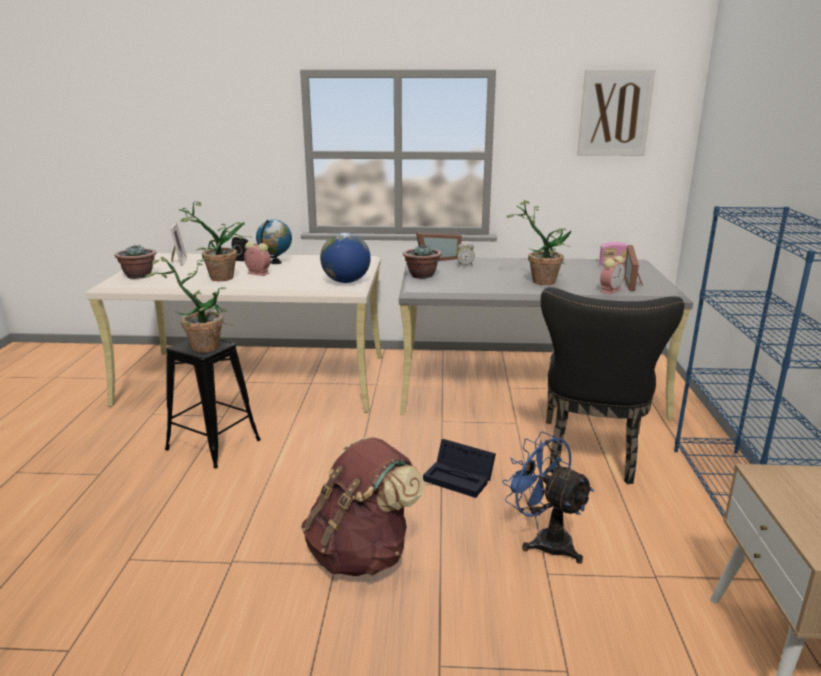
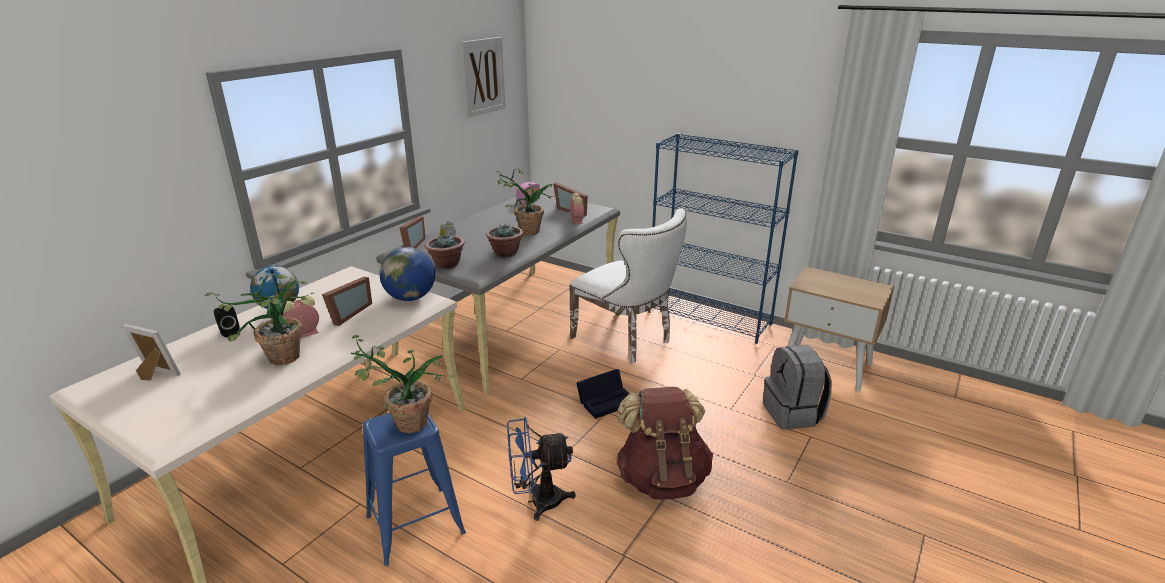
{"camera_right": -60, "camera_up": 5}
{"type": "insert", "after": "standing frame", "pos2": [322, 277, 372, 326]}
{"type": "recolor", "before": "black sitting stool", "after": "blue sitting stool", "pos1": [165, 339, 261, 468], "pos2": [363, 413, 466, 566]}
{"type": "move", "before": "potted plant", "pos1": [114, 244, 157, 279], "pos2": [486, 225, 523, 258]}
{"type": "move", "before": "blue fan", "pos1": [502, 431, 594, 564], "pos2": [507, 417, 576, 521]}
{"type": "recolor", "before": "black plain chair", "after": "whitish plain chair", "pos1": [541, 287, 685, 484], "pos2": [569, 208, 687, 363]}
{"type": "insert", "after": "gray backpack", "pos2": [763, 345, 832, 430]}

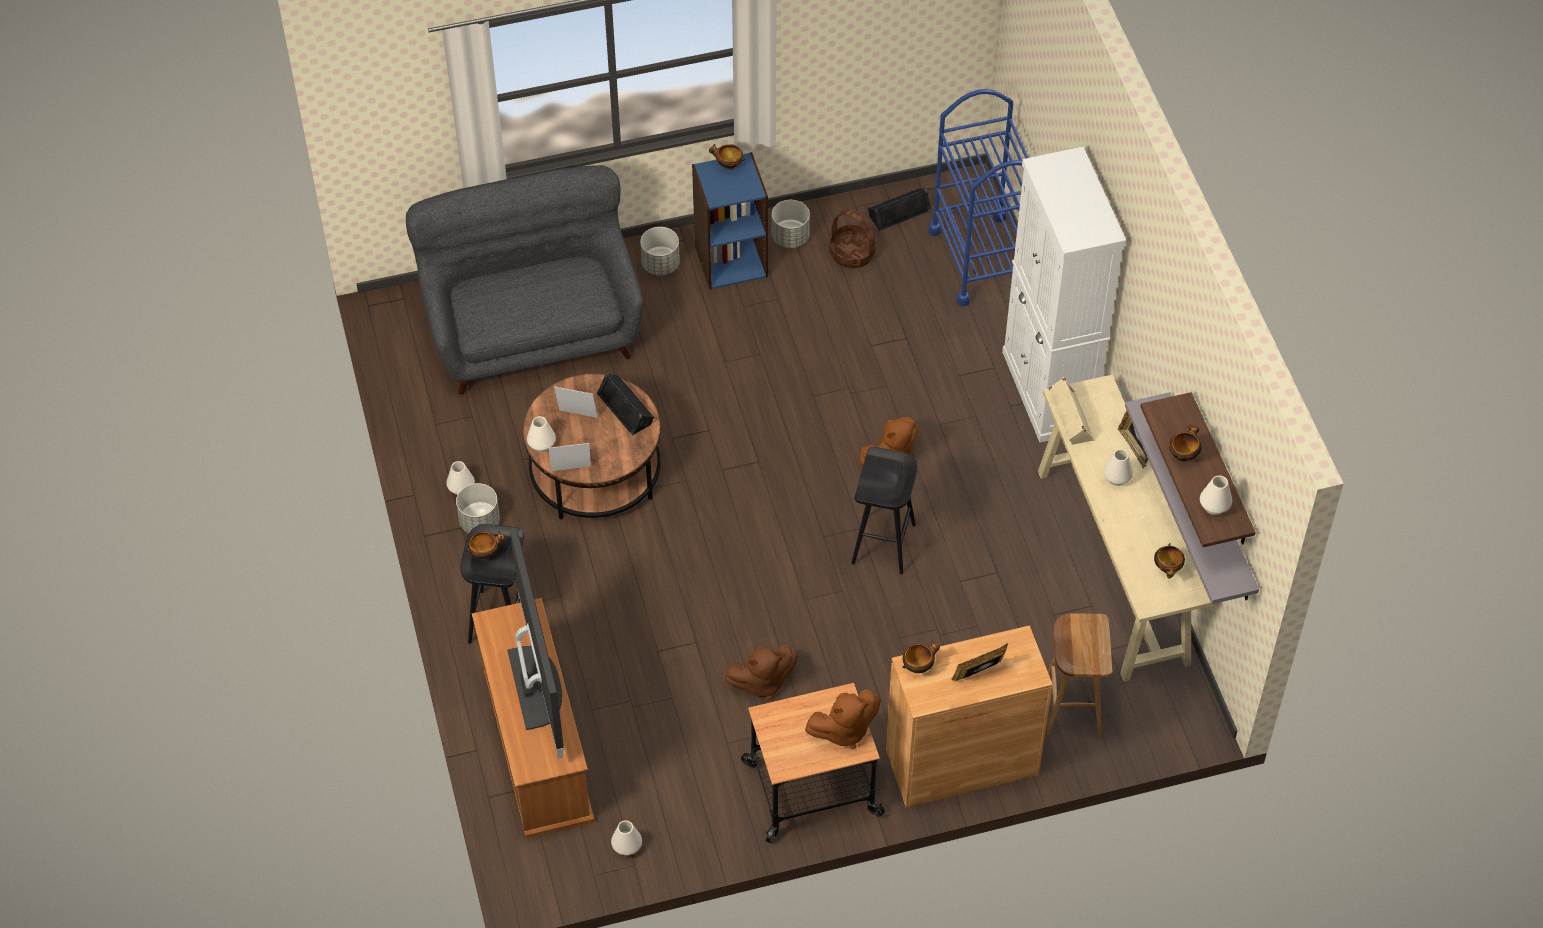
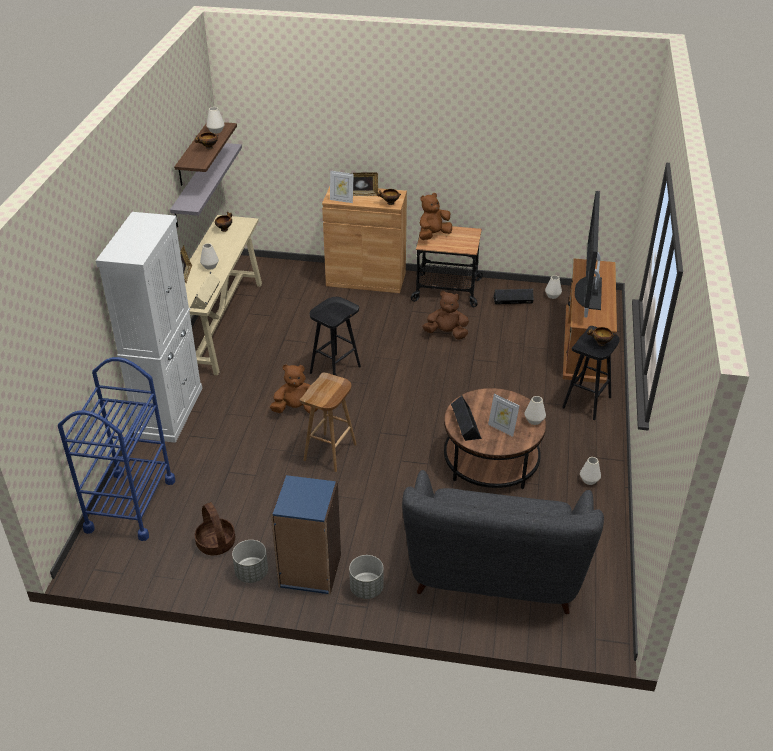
{"camera_right": -155, "camera_up": -15}
{"type": "move", "before": "brown-coloured sitting stool", "pos1": [1046, 613, 1113, 736], "pos2": [300, 372, 357, 472]}
{"type": "move", "before": "standing frame", "pos1": [549, 443, 591, 471], "pos2": [330, 171, 354, 203]}
{"type": "rotate", "before": "brown-coloured soft toy", "pos1": [805, 689, 881, 749], "pos2": [419, 193, 452, 240], "turn": -45}
{"type": "move", "before": "black audio speaker", "pos1": [868, 188, 932, 231], "pos2": [493, 289, 534, 304]}
{"type": "delete", "before": "gray flower pot", "pos1": [456, 483, 500, 533]}
{"type": "delete", "before": "deep dish", "pos1": [709, 144, 746, 170]}

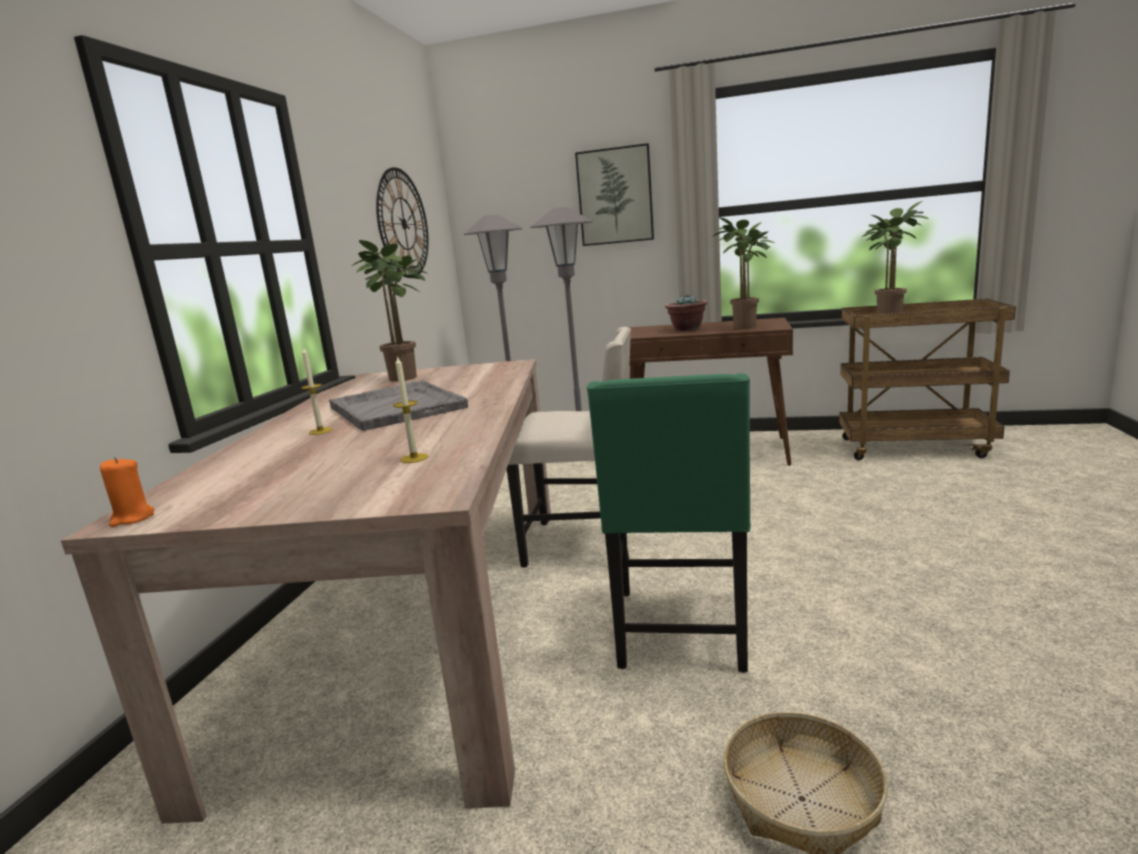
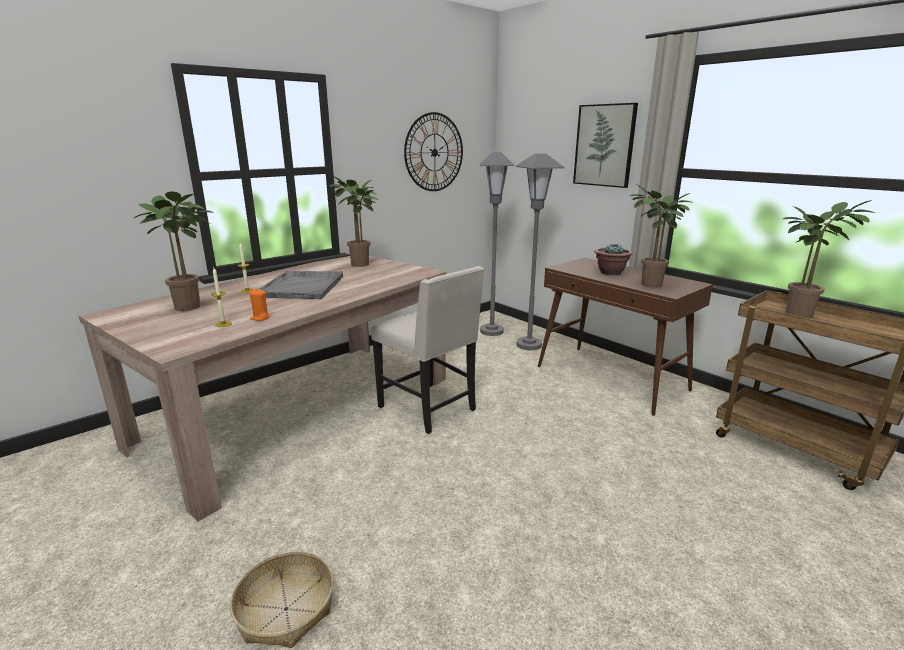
{"camera_right": 35, "camera_up": 5}
{"type": "insert", "after": "potted plant", "pos2": [134, 191, 212, 311]}
{"type": "move", "before": "orange-coloured wax light", "pos1": [100, 457, 154, 527], "pos2": [250, 289, 271, 321]}
{"type": "delete", "before": "greenish plain chair", "pos1": [586, 373, 751, 673]}

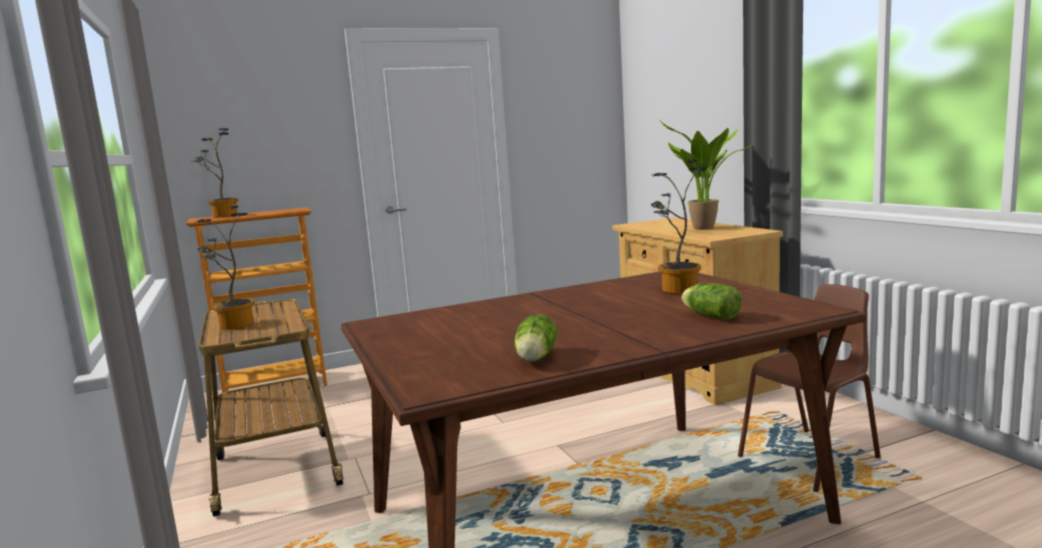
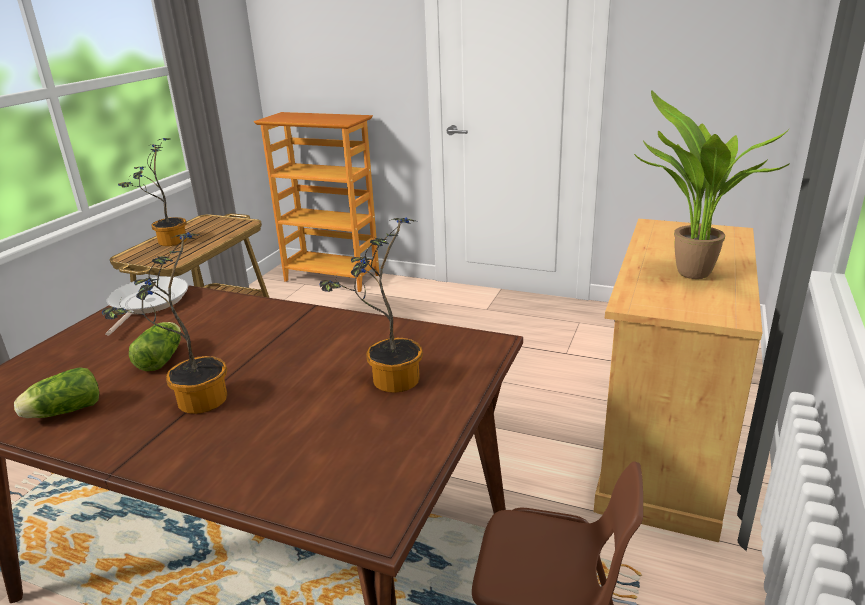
{"camera_right": 45, "camera_up": 15}
{"type": "move", "before": "potted plant", "pos1": [191, 128, 238, 218], "pos2": [102, 233, 228, 414]}
{"type": "insert", "after": "skillet", "pos2": [105, 276, 188, 335]}
{"type": "move", "before": "head of lettuce", "pos1": [682, 283, 742, 320], "pos2": [129, 322, 181, 371]}

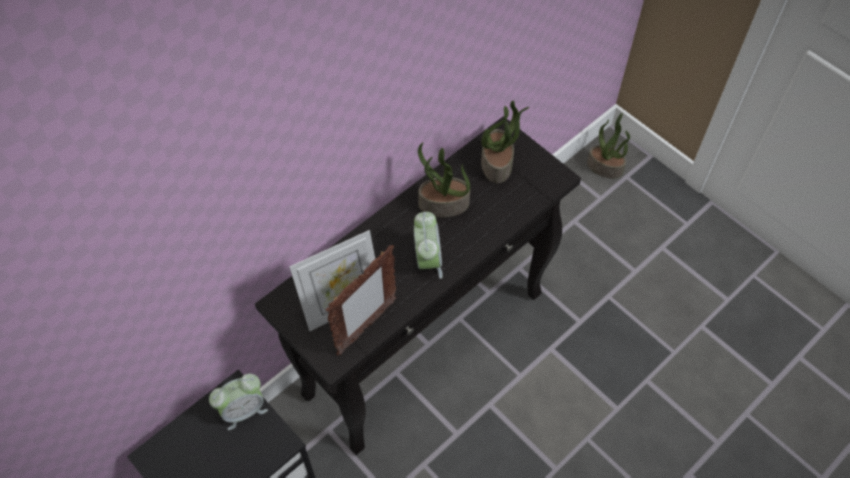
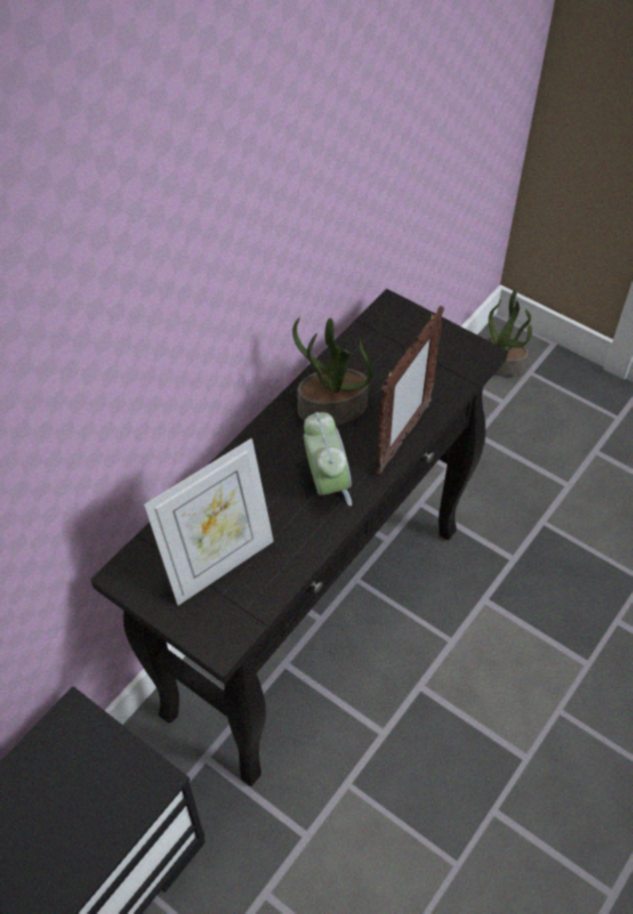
{"camera_right": -10, "camera_up": -5}
{"type": "move", "before": "standing frame", "pos1": [326, 245, 397, 355], "pos2": [376, 306, 444, 475]}
{"type": "delete", "before": "bedside clock", "pos1": [209, 374, 268, 430]}
{"type": "delete", "before": "potted plant", "pos1": [481, 101, 530, 183]}

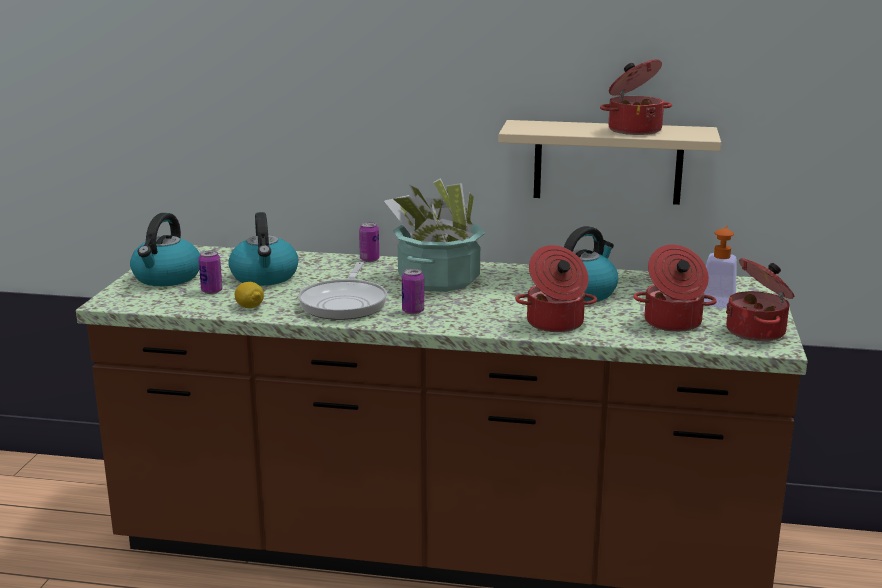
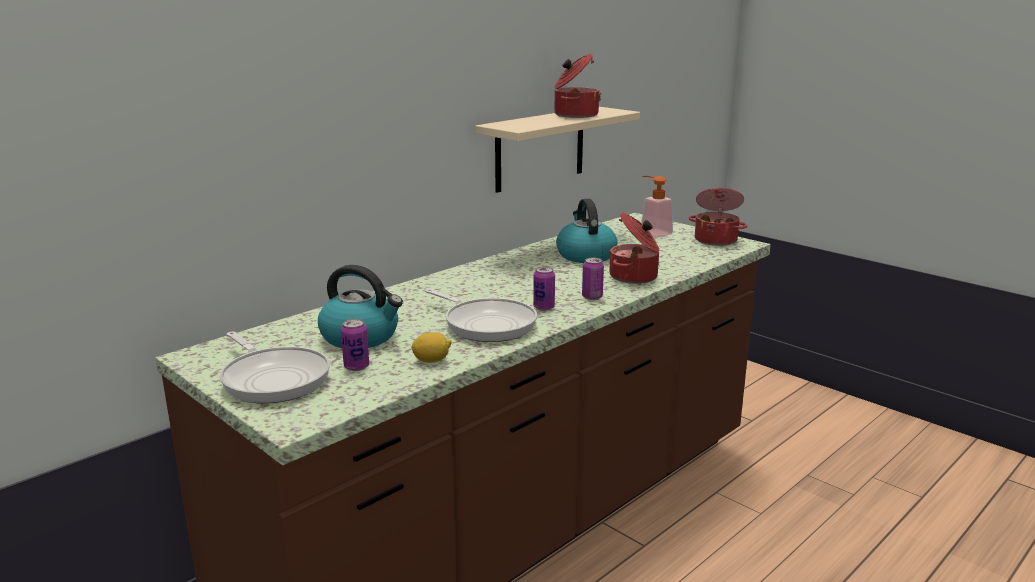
{"camera_right": -55, "camera_up": 0}
{"type": "replace", "before": "kettle", "after": "skillet", "pos1": [130, 213, 200, 286], "pos2": [220, 331, 330, 403]}
{"type": "move", "before": "sealed can", "pos1": [359, 222, 379, 262], "pos2": [582, 258, 604, 300]}
{"type": "delete", "before": "potted plant", "pos1": [384, 178, 485, 292]}
{"type": "delete", "before": "saucepot", "pos1": [634, 244, 717, 332]}

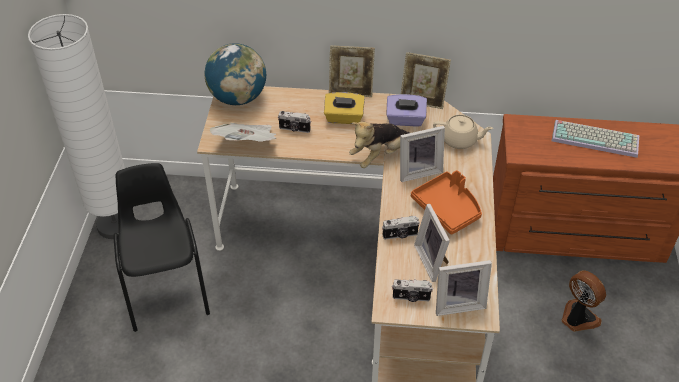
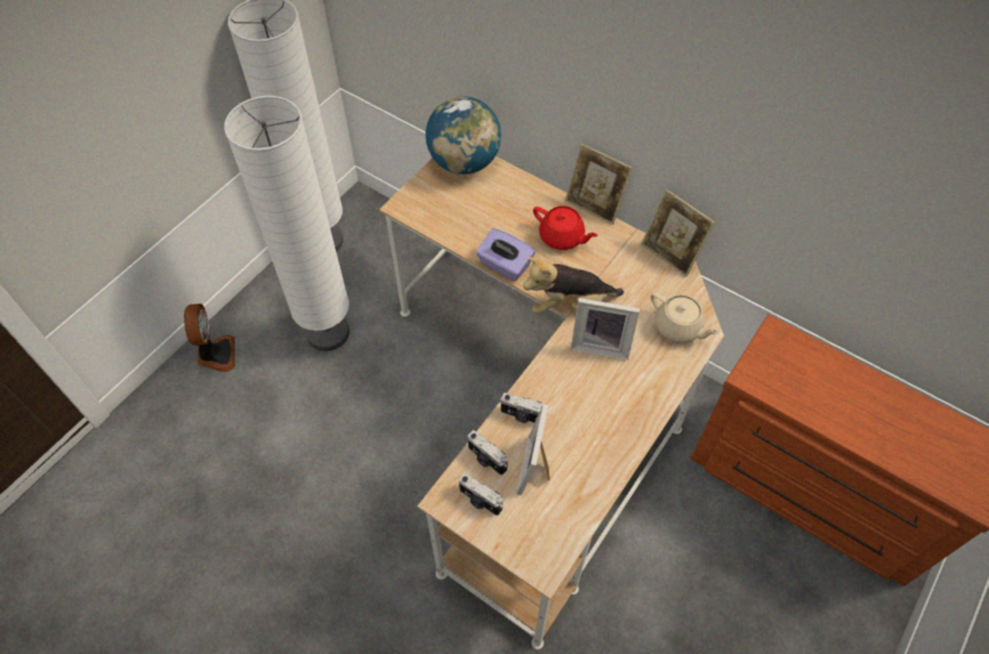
{"camera_right": 30, "camera_up": 10}
{"type": "move", "before": "fan", "pos1": [561, 270, 606, 332], "pos2": [184, 304, 235, 372]}
{"type": "replace", "before": "black plain chair", "after": "whitish standard lamp", "pos1": [114, 163, 210, 332], "pos2": [224, 96, 350, 351]}
{"type": "move", "before": "still camera", "pos1": [278, 111, 311, 133], "pos2": [468, 430, 508, 475]}
{"type": "move", "before": "purple-coloured box of tissues", "pos1": [386, 94, 427, 126], "pos2": [476, 228, 535, 281]}
{"type": "replace", "before": "yellowish box of tissues", "after": "red tea pot", "pos1": [324, 92, 365, 124], "pos2": [533, 206, 598, 250]}
{"type": "delete", "before": "printed paper", "pos1": [210, 123, 277, 142]}
{"type": "delete", "before": "orange-coloured tray", "pos1": [411, 170, 482, 235]}
{"type": "delete", "before": "standing frame", "pos1": [436, 260, 492, 316]}
{"type": "delete", "before": "computer keyboard", "pos1": [552, 120, 639, 158]}

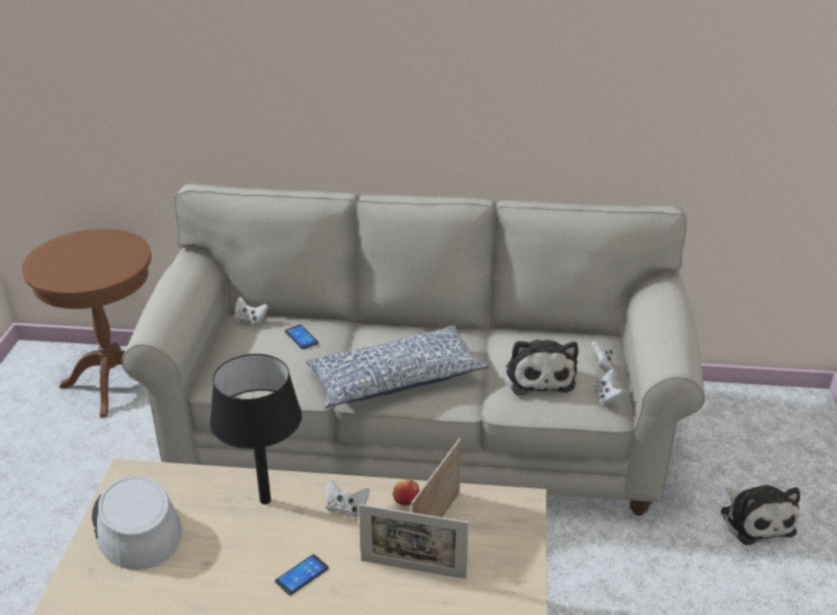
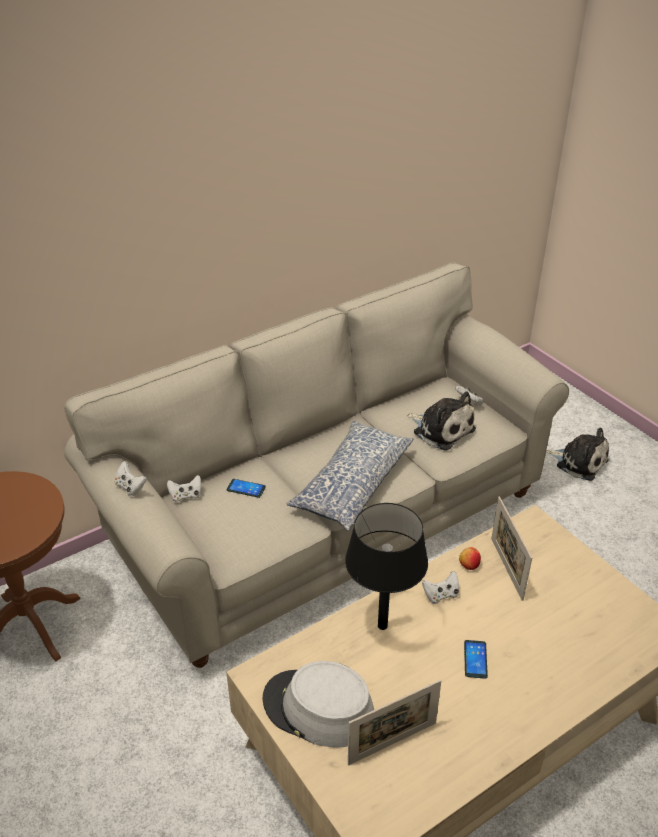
{"camera_right": -40, "camera_up": 5}
{"type": "move", "before": "whitish gamepad", "pos1": [594, 369, 624, 405], "pos2": [114, 461, 147, 496]}
{"type": "move", "before": "standing frame", "pos1": [359, 504, 469, 579], "pos2": [348, 680, 441, 765]}

